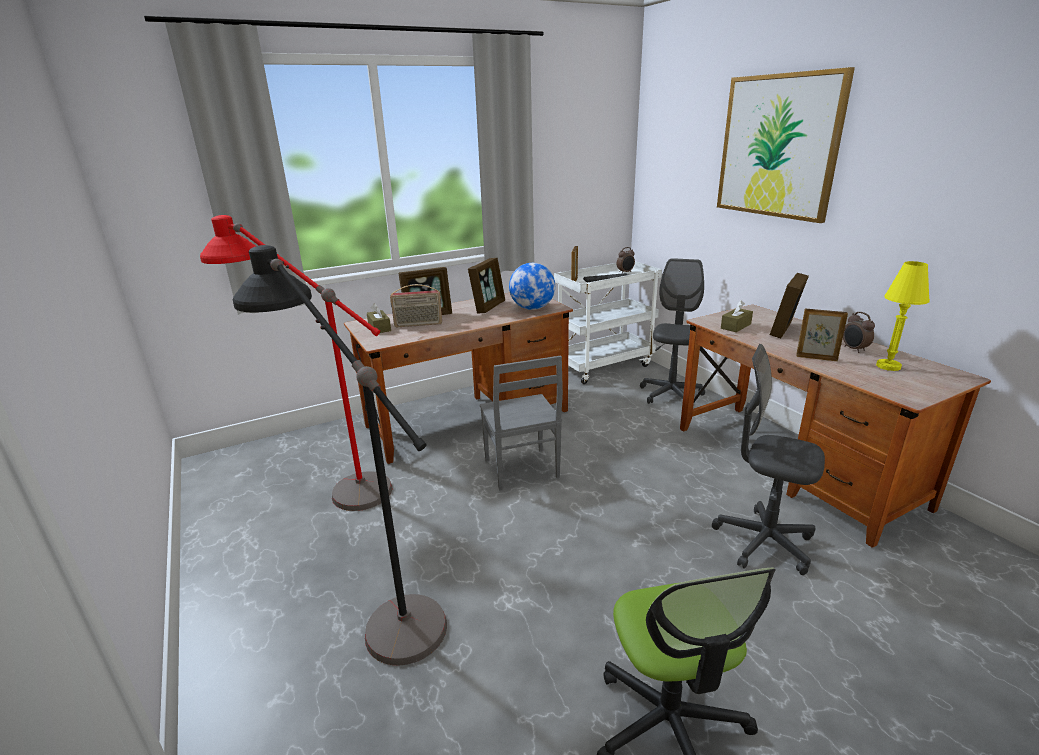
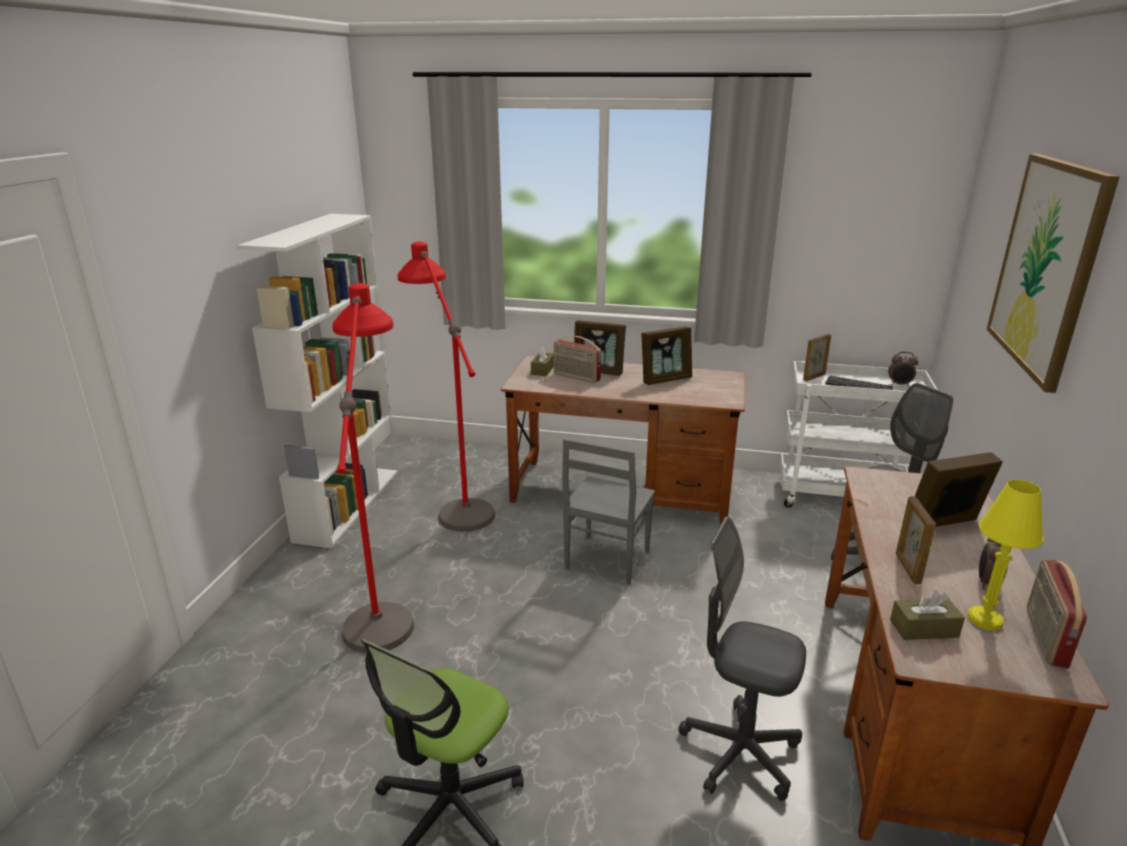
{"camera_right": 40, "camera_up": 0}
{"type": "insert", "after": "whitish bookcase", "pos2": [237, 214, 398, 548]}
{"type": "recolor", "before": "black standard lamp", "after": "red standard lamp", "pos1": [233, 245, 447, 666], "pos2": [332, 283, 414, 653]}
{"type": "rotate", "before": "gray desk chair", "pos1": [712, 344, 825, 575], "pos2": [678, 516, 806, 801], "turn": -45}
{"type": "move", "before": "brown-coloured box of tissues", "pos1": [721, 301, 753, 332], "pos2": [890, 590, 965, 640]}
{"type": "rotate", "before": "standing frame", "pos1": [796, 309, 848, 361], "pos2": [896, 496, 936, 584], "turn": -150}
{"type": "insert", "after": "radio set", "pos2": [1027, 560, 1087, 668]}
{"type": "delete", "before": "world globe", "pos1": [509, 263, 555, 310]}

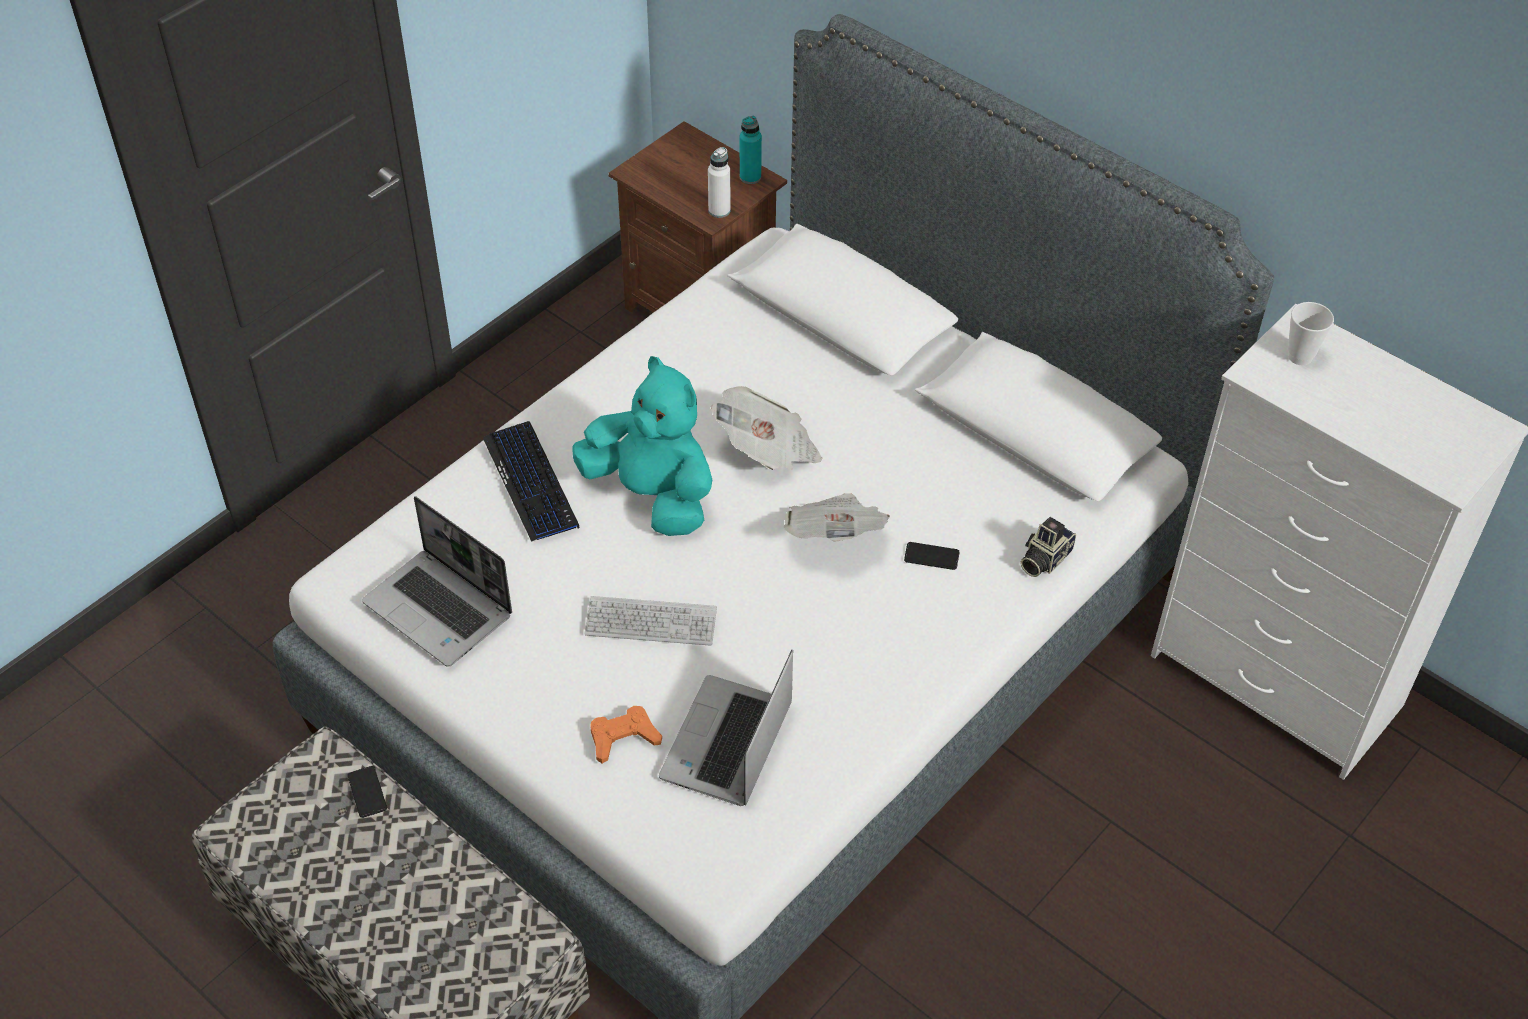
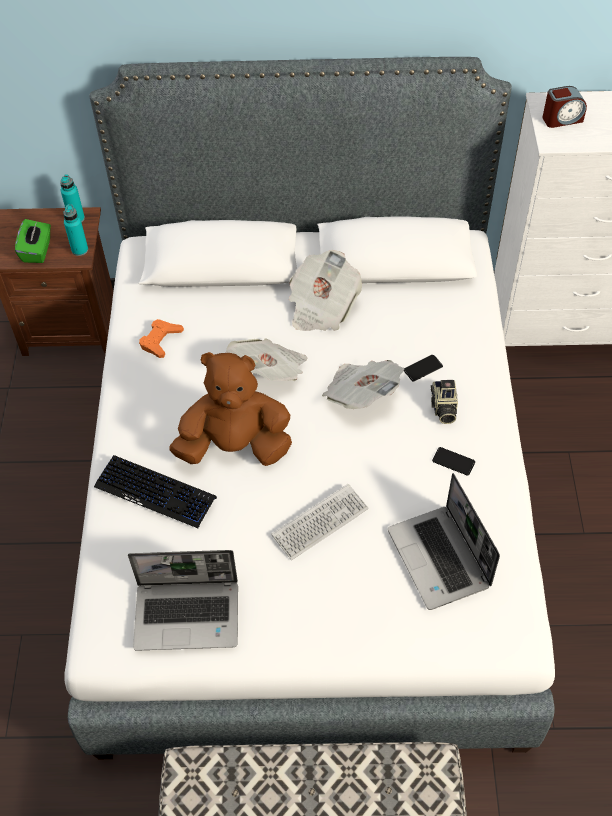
{"camera_right": -40, "camera_up": 5}
{"type": "insert", "after": "greenish box of tissues", "pos2": [15, 219, 51, 263]}
{"type": "recolor", "before": "whitish drink bottle", "after": "turquoise drink bottle", "pos1": [708, 147, 731, 218], "pos2": [63, 204, 88, 256]}
{"type": "move", "before": "orange-coloured gamepad", "pos1": [590, 706, 662, 763], "pos2": [139, 319, 184, 358]}
{"type": "recolor", "before": "turquoise soft toy", "after": "brown-coloured soft toy", "pos1": [572, 356, 712, 536], "pos2": [170, 352, 292, 466]}
{"type": "insert", "after": "printed paper", "pos2": [289, 250, 362, 331]}
{"type": "move", "before": "still camera", "pos1": [1021, 517, 1076, 577], "pos2": [431, 380, 458, 424]}
{"type": "move", "before": "phone", "pos1": [347, 766, 387, 818], "pos2": [432, 447, 475, 476]}
{"type": "replace", "before": "cup", "after": "bedside clock", "pos1": [1288, 302, 1334, 365], "pos2": [543, 86, 587, 128]}

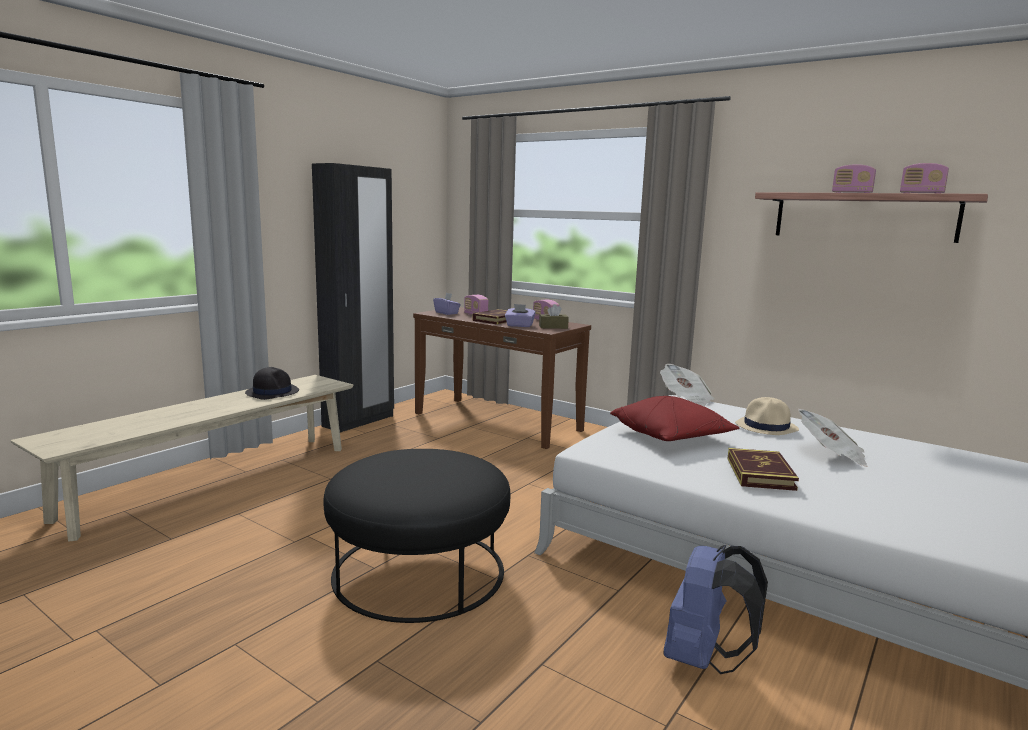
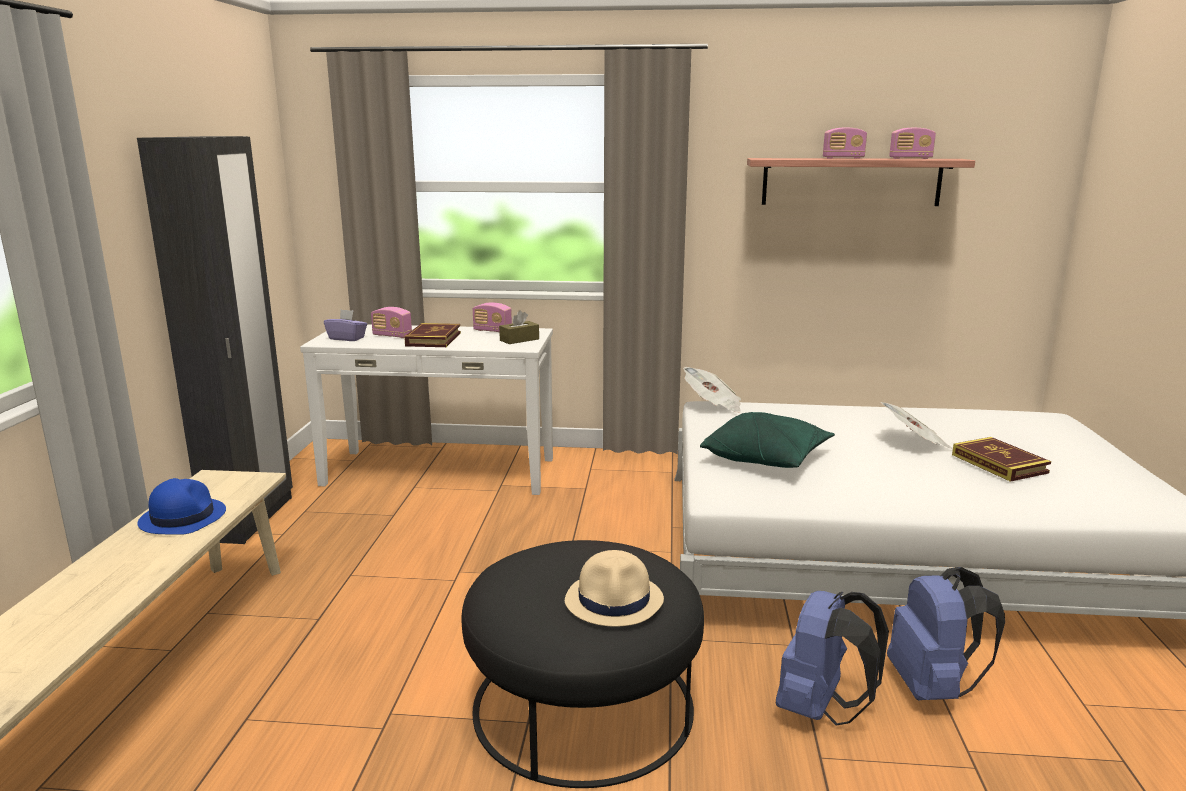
{"camera_right": -30, "camera_up": 5}
{"type": "recolor", "before": "black wearable hat", "after": "blue wearable hat", "pos1": [245, 367, 299, 400], "pos2": [137, 478, 226, 535]}
{"type": "recolor", "before": "brown-coloured console table", "after": "whitish console table", "pos1": [413, 307, 591, 449], "pos2": [300, 324, 553, 495]}
{"type": "move", "before": "beige wearable hat", "pos1": [735, 397, 799, 435], "pos2": [565, 550, 664, 626]}
{"type": "recolor", "before": "red throw pillow", "after": "greenish throw pillow", "pos1": [610, 396, 739, 441], "pos2": [700, 412, 835, 468]}
{"type": "insert", "after": "blue backpack", "pos2": [776, 591, 889, 725]}
{"type": "move", "before": "volume", "pos1": [727, 448, 799, 491], "pos2": [952, 437, 1051, 482]}
{"type": "delete", "before": "purple-coloured box of tissues", "pos1": [505, 304, 536, 327]}

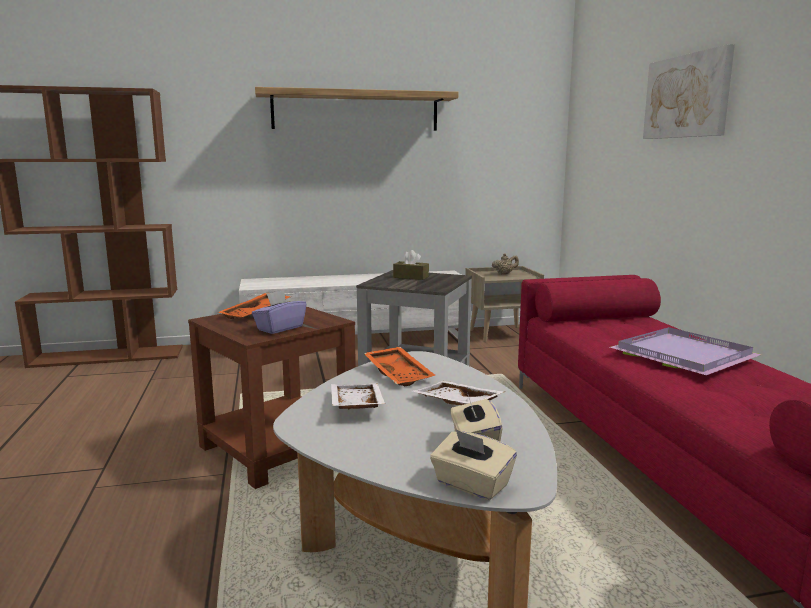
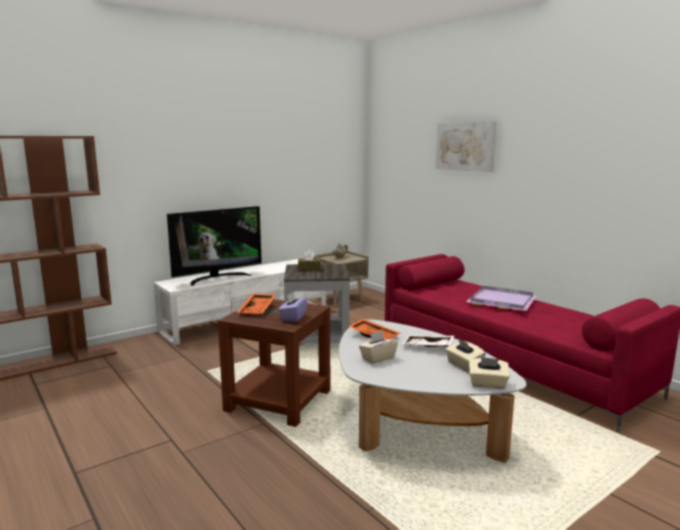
{"camera_right": -25, "camera_up": 0}
{"type": "insert", "after": "TV", "pos2": [167, 206, 262, 286]}
{"type": "replace", "before": "whitish tray", "after": "beige box of tissues", "pos1": [331, 383, 385, 409], "pos2": [359, 331, 398, 364]}
{"type": "delete", "before": "shelf", "pos1": [255, 87, 458, 131]}

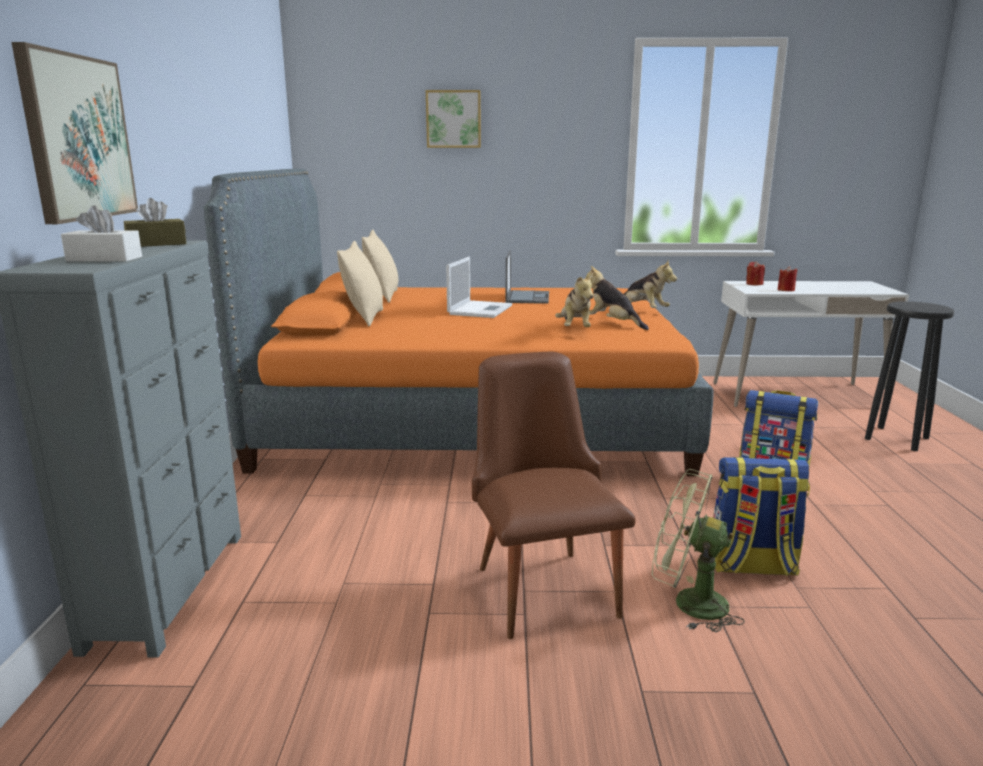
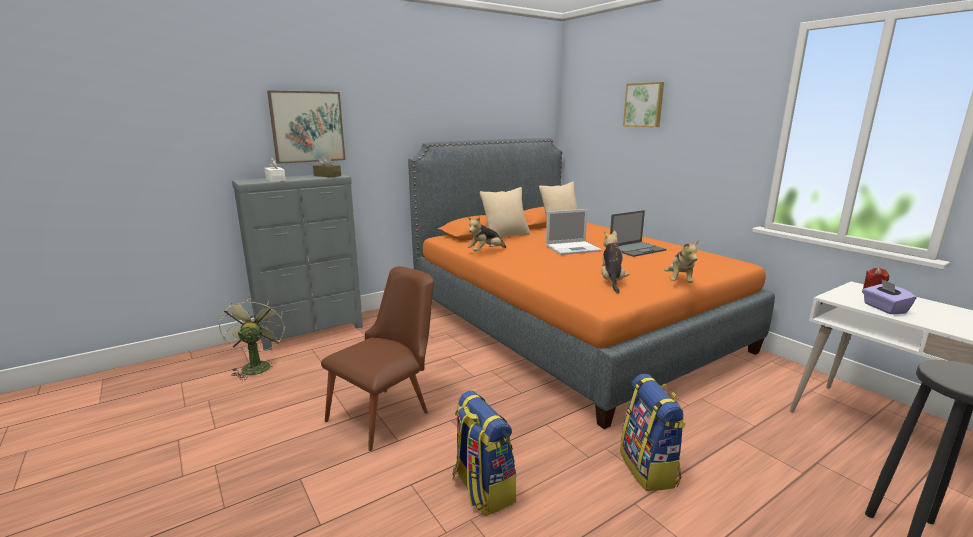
{"camera_right": 55, "camera_up": 0}
{"type": "move", "before": "greenish fan", "pos1": [652, 469, 745, 632], "pos2": [219, 297, 285, 380]}
{"type": "move", "before": "soft toy", "pos1": [555, 273, 593, 327], "pos2": [467, 217, 506, 251]}
{"type": "replace", "before": "red wax light", "after": "purple-coloured box of tissues", "pos1": [777, 266, 798, 291], "pos2": [863, 279, 917, 314]}

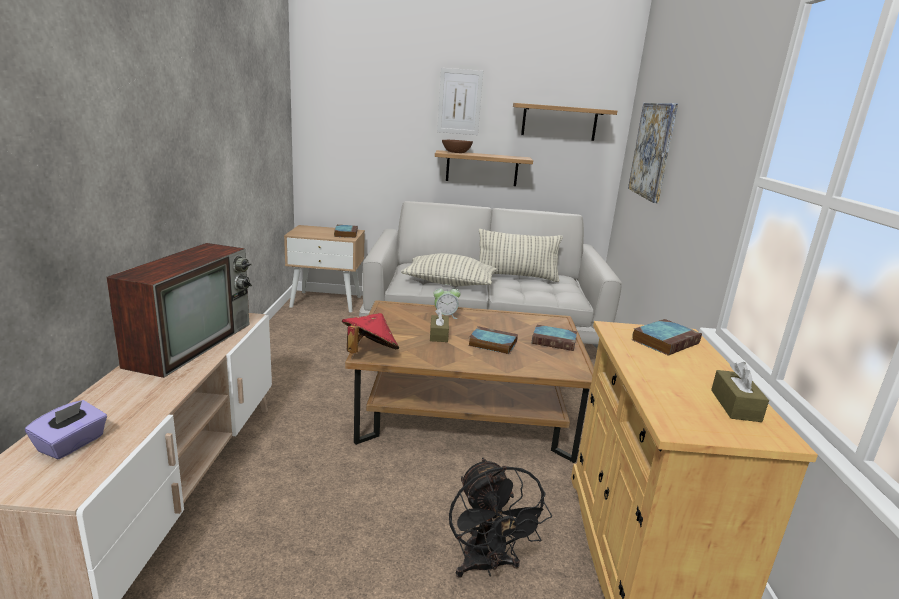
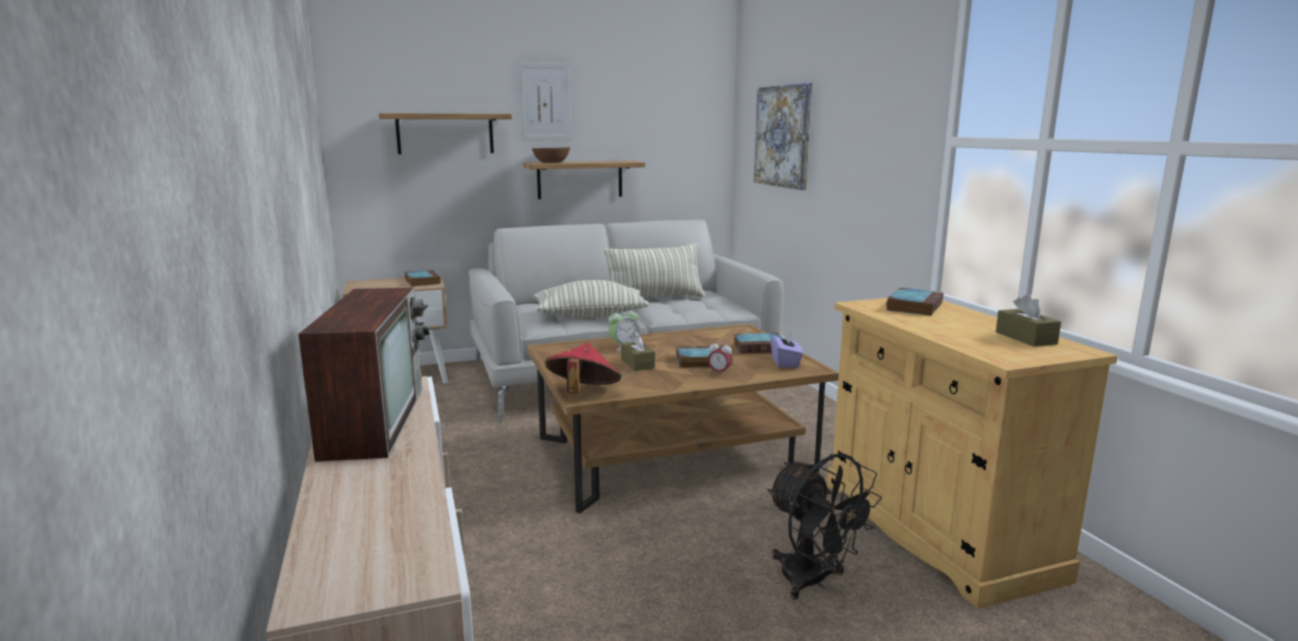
{"camera_right": -20, "camera_up": -5}
{"type": "move", "before": "shelf", "pos1": [513, 103, 617, 141], "pos2": [379, 113, 512, 154]}
{"type": "insert", "after": "bedside clock", "pos2": [708, 340, 732, 374]}
{"type": "move", "before": "purple-coloured box of tissues", "pos1": [25, 400, 107, 459], "pos2": [771, 331, 803, 368]}

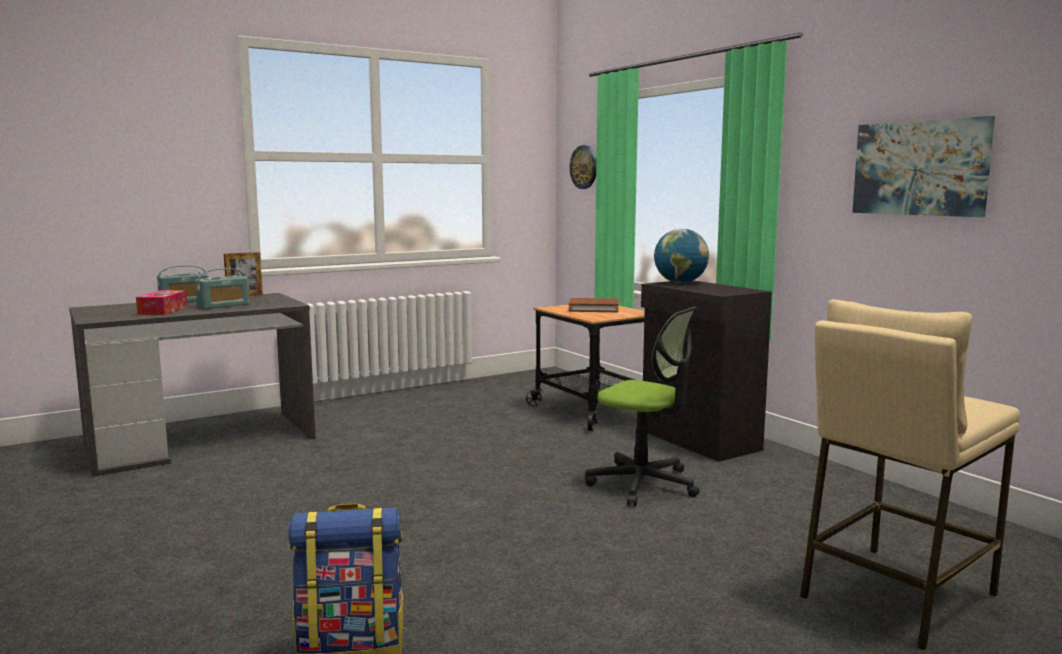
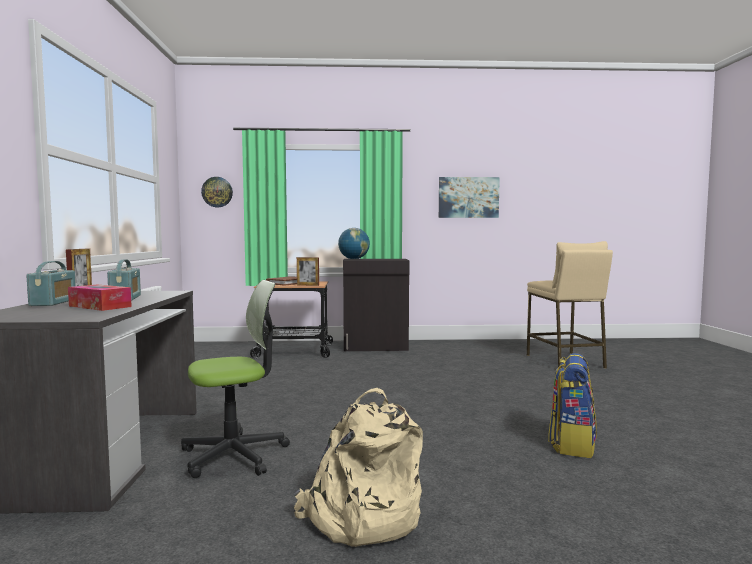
{"camera_right": -60, "camera_up": -5}
{"type": "move", "before": "desk chair", "pos1": [585, 307, 700, 506], "pos2": [181, 280, 290, 478]}
{"type": "insert", "after": "beige backpack", "pos2": [294, 388, 423, 547]}
{"type": "insert", "after": "standing frame", "pos2": [297, 257, 319, 286]}

